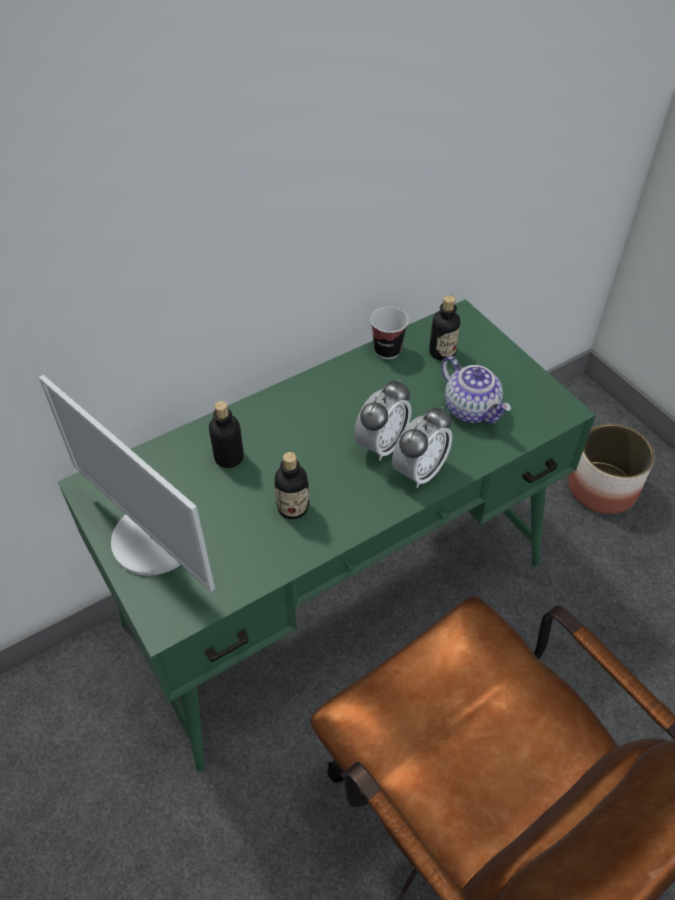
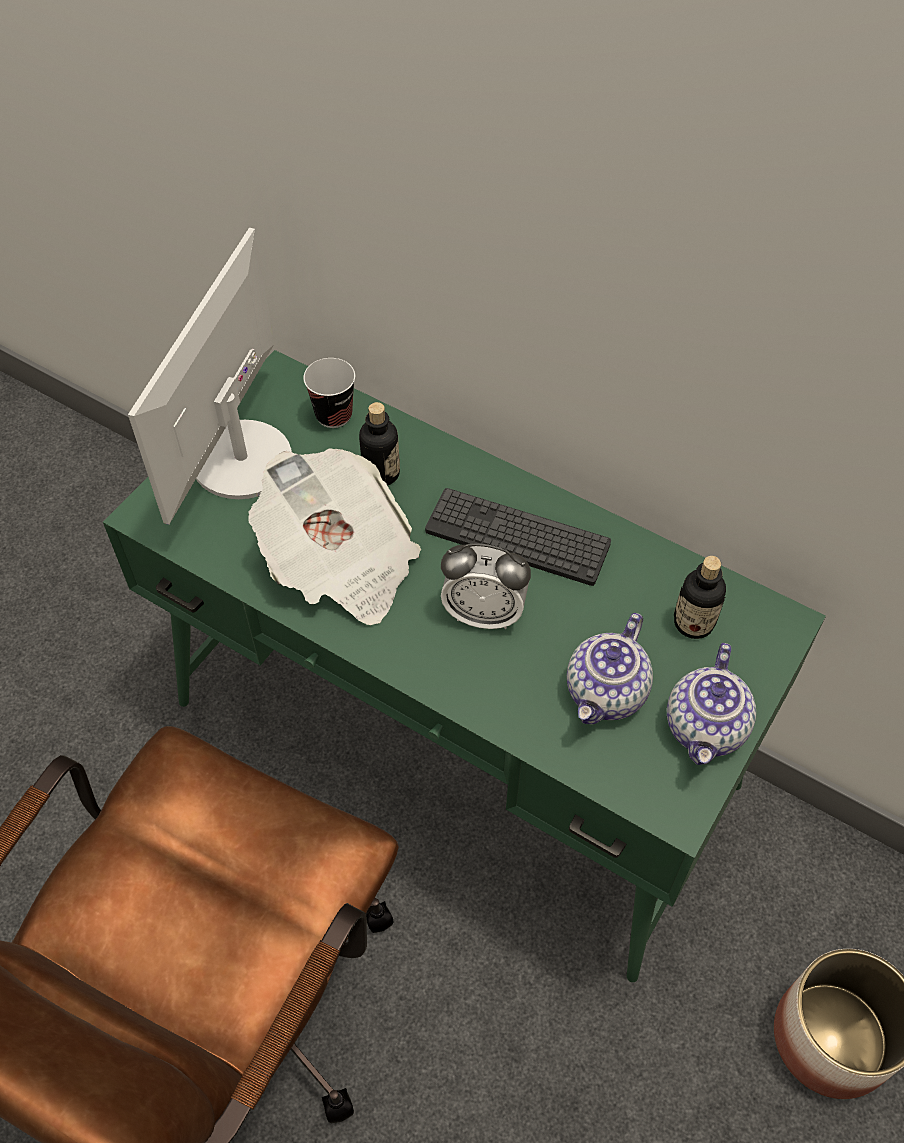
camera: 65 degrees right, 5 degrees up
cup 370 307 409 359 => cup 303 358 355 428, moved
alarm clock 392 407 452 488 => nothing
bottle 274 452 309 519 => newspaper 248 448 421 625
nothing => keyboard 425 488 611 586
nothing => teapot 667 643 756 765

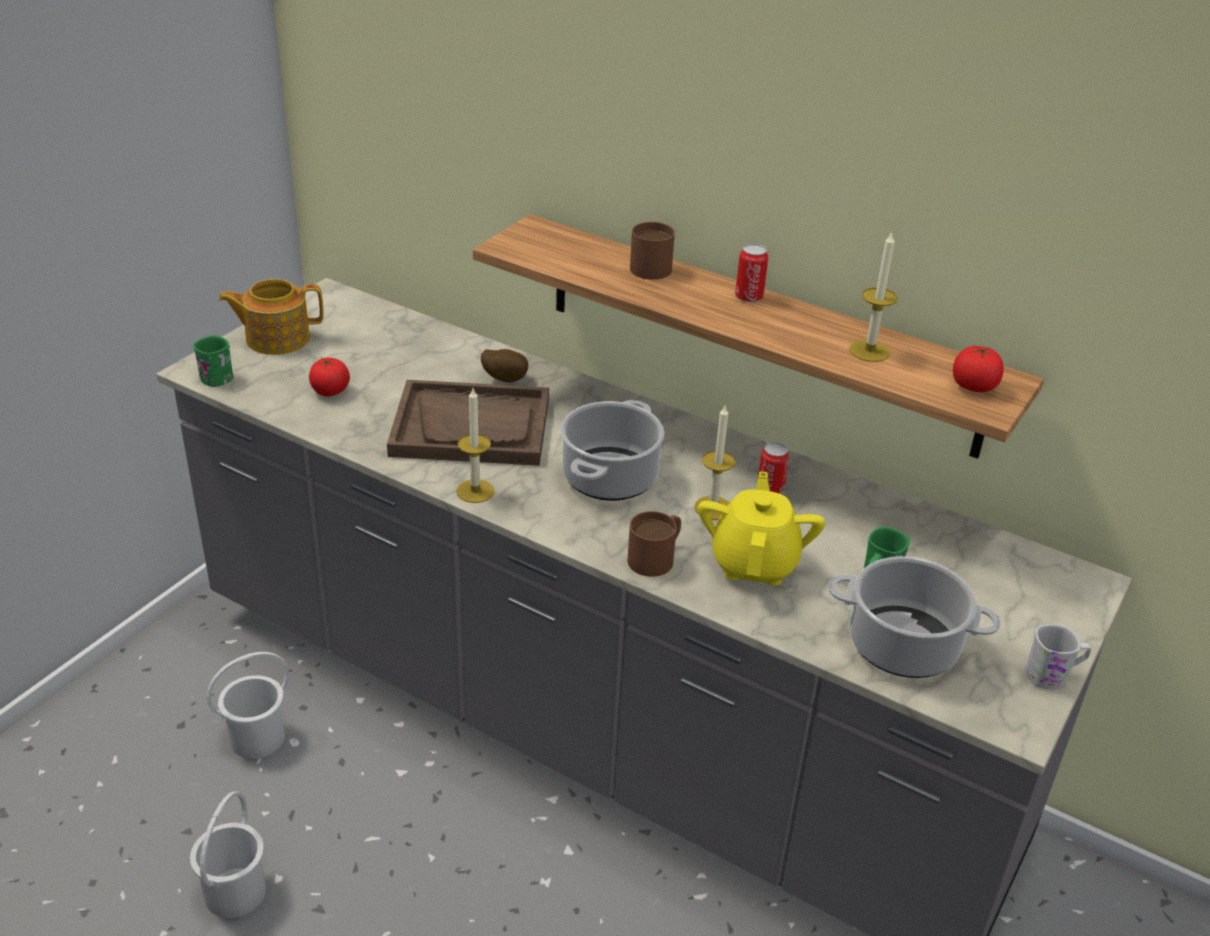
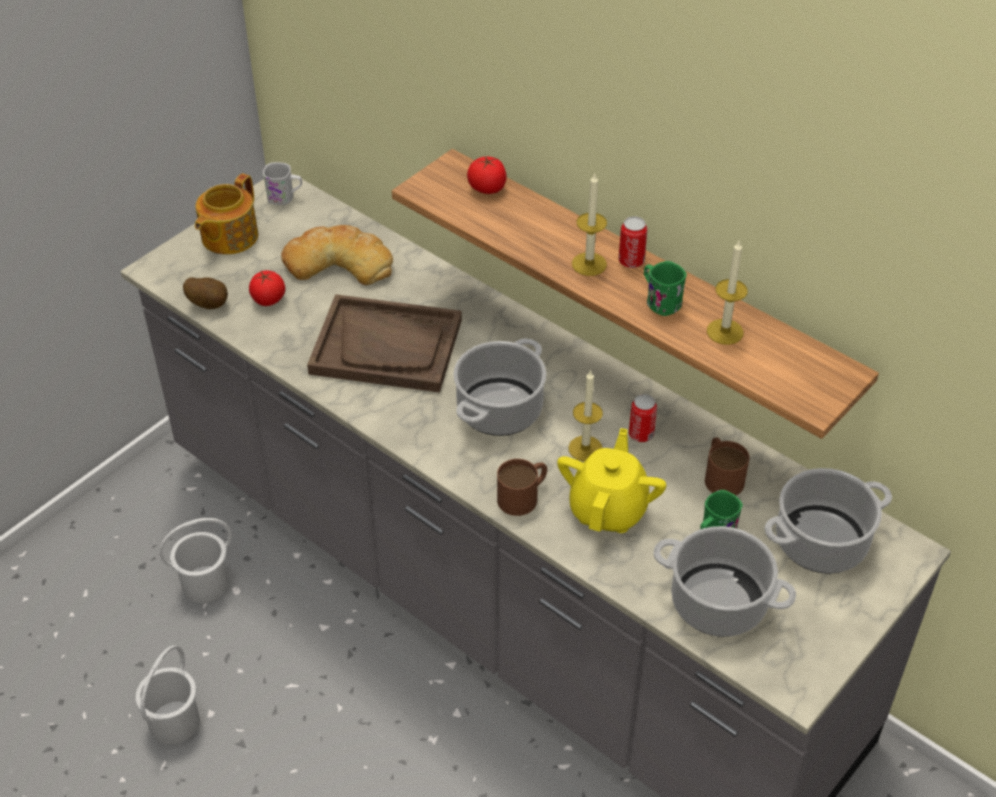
camera: 10 degrees right, 10 degrees up
brown mug 630 222 675 280 => brown mug 705 437 750 495, moved
teapot 218 279 324 355 => teapot 195 174 258 255, 60 degrees counterclockwise
green mug 193 335 234 387 => green mug 644 261 687 316, moved
tomato 953 345 1004 392 => tomato 467 156 506 194, moved
potato 481 349 528 383 => potato 183 277 228 309, moved
candle 456 388 495 503 => candle 572 173 607 276, moved
white mug 1025 624 1091 689 => white mug 263 162 302 205, moved
nothing => bread 281 225 393 285
nothing => cooking pot 765 468 892 574

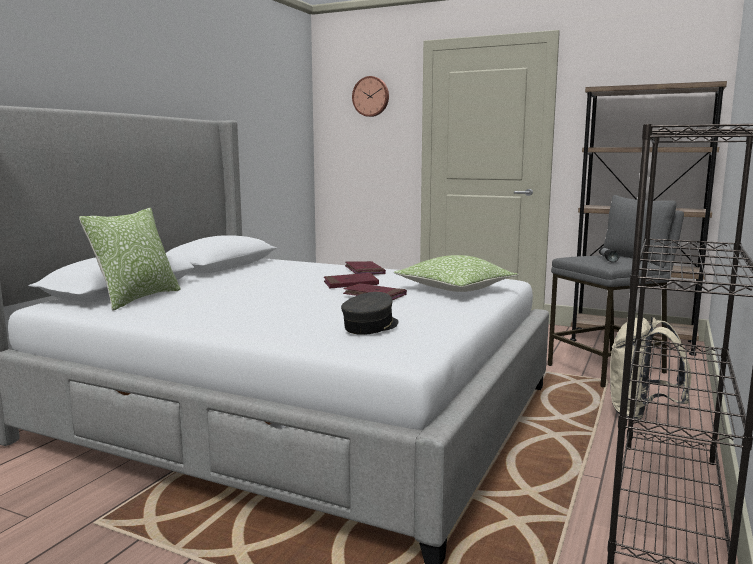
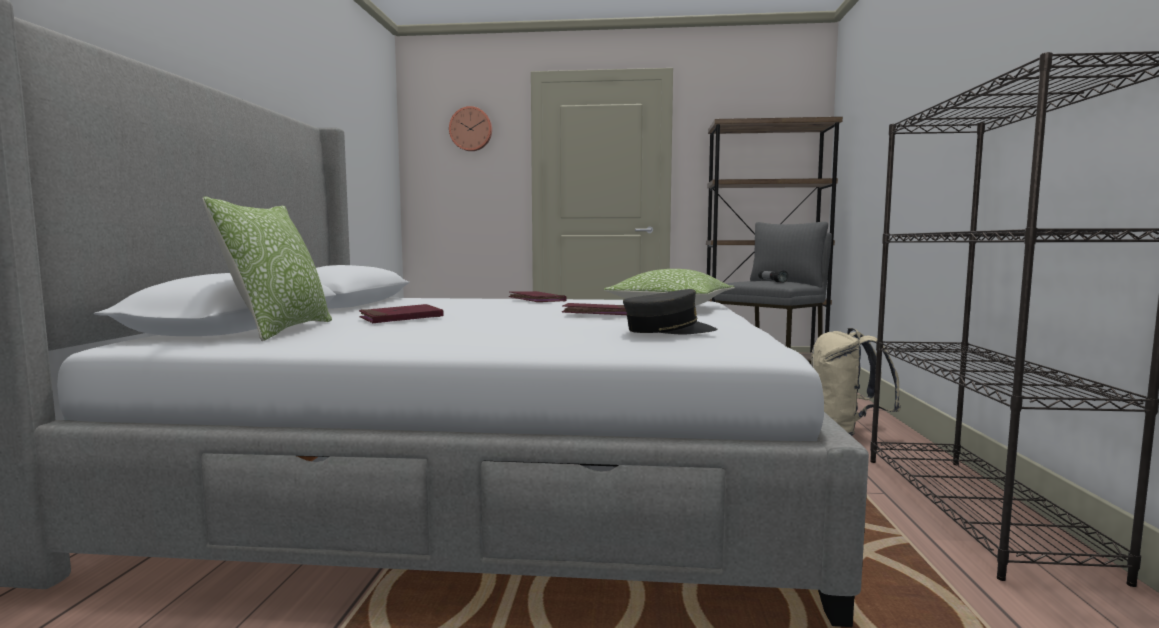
camera: 20 degrees left, 5 degrees down
red book 324 273 379 288 => red book 359 304 444 323, moved
grey cap 341 292 398 335 => grey cap 623 289 718 334, 75 degrees clockwise

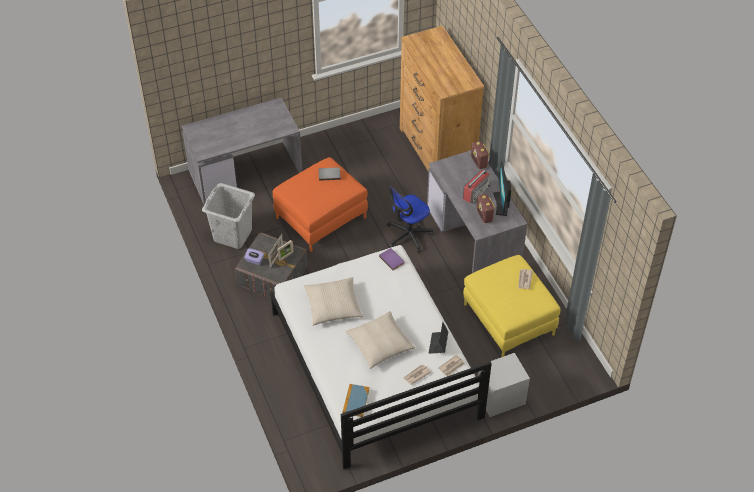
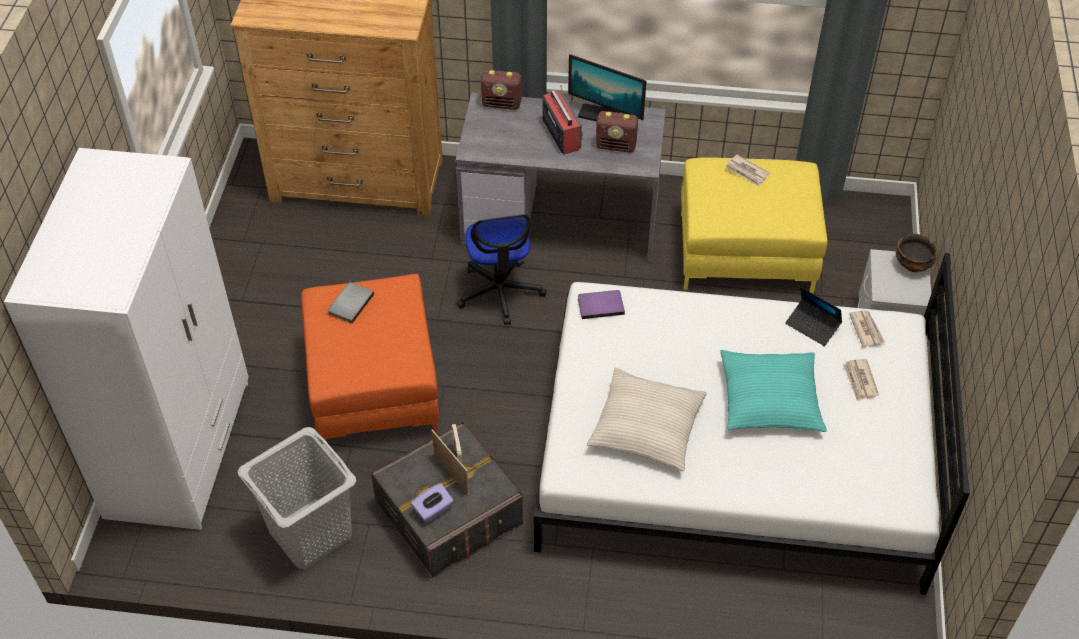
camera: 60 degrees left, 0 degrees up
grey desk 182 97 302 204 => white wardrobe 4 148 249 530
beige pillow 345 311 415 369 => turquoise pillow 720 350 827 432
book 342 384 369 417 => nothing
nothing => bowl 896 234 938 272

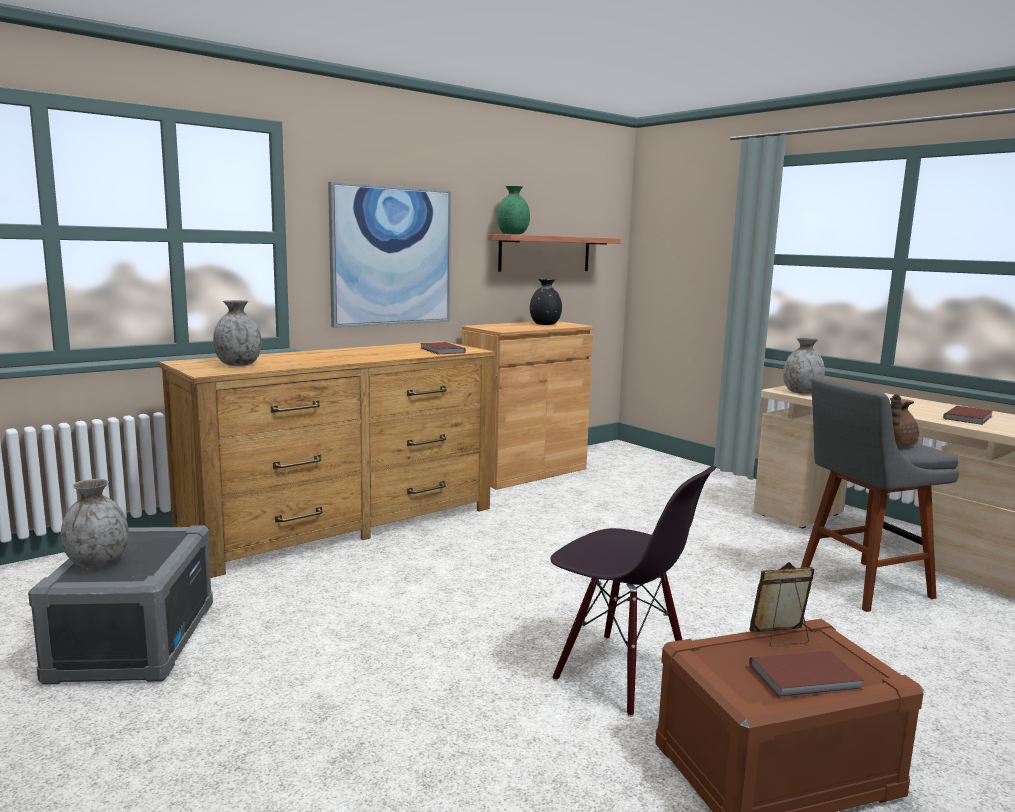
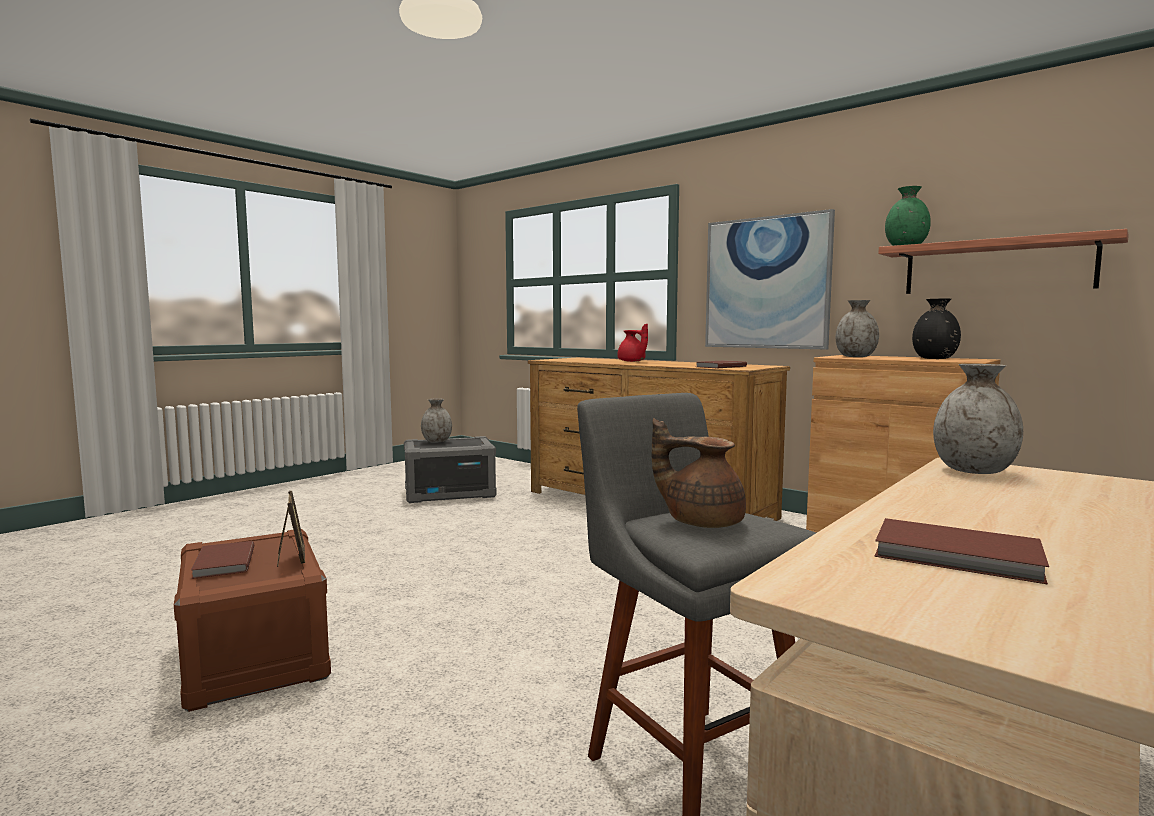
camera: 80 degrees right, 5 degrees down
grey vase 213 300 262 366 => grey vase 836 300 879 357, moved
black chair 550 466 716 717 => nothing
nothing => red teapot 617 324 648 362

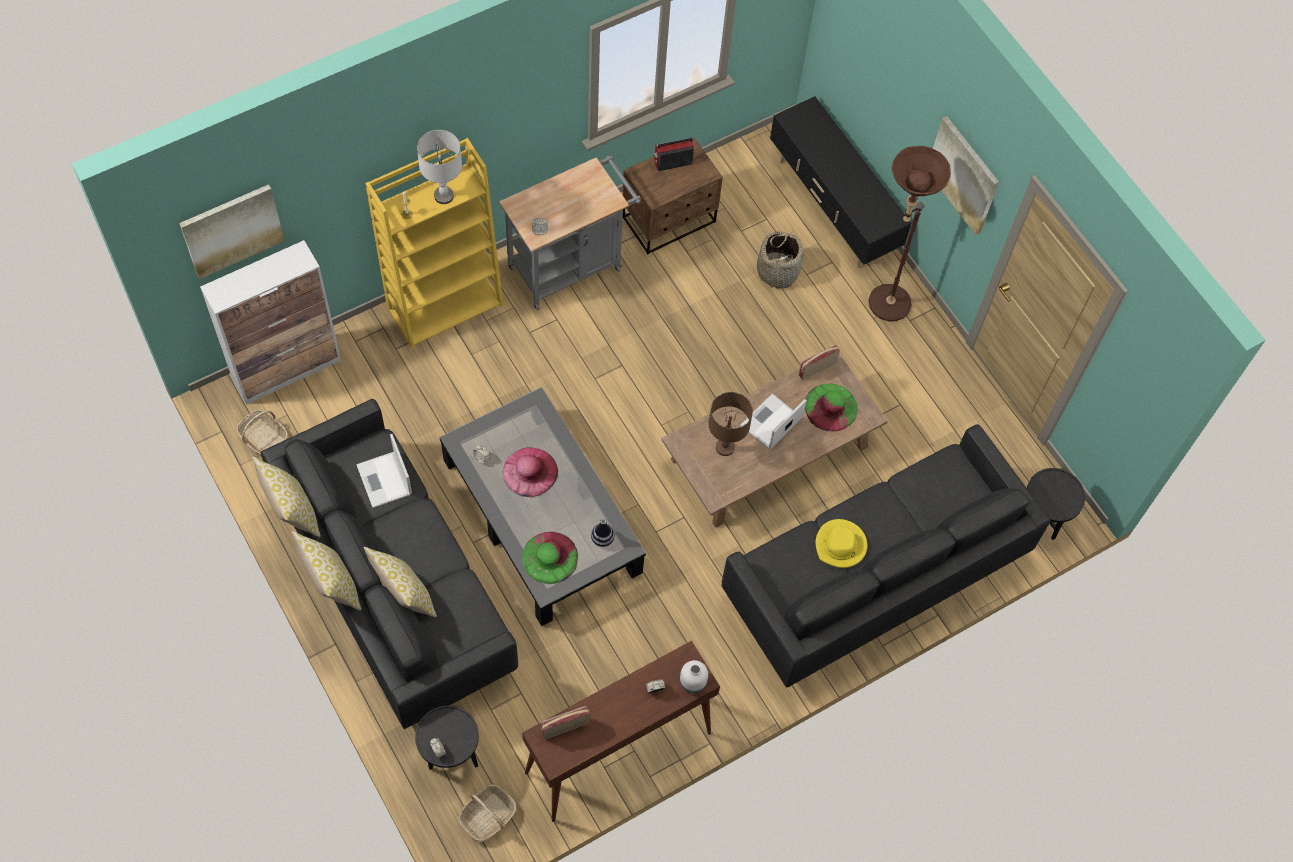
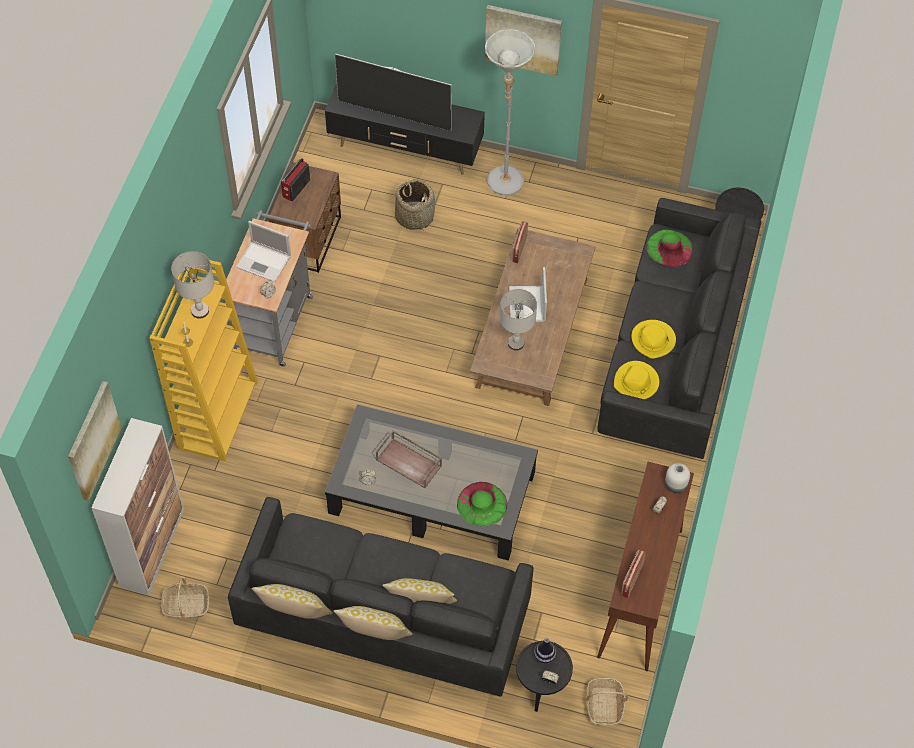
camera: 40 degrees left, 5 degrees down
brown floor lamp 868 146 951 322 => grey floor lamp 485 29 535 196
green hat 805 384 858 432 => green hat 646 230 693 268, moved
brown table lamp 708 392 753 456 => grey table lamp 500 289 537 351
laptop 356 434 412 508 => laptop 236 221 291 282, moved
pink hat 502 447 558 497 => brown tray 376 430 442 488
vase 591 519 615 547 => vase 534 637 556 664, moved
nothing => television 335 54 452 131
nothing => yellow hat 614 361 659 399

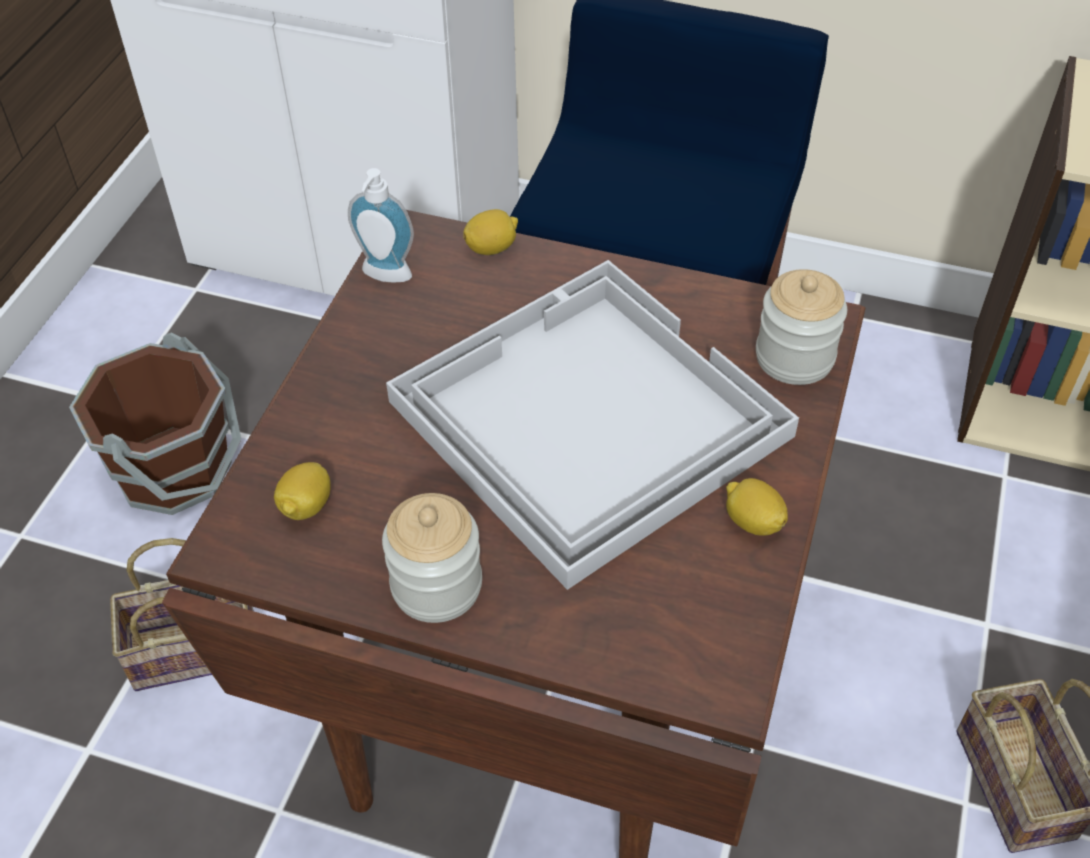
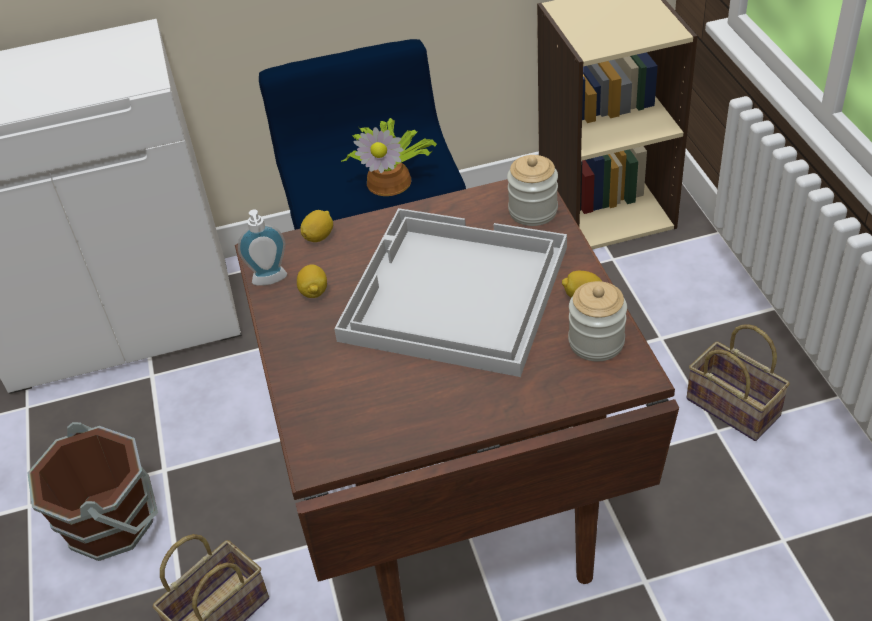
camera: 30 degrees left, 5 degrees down
lemon 274 462 331 520 => lemon 297 264 327 298, moved
jar 382 493 482 623 => jar 568 281 627 361, moved
nothing => potted plant 341 118 437 196

